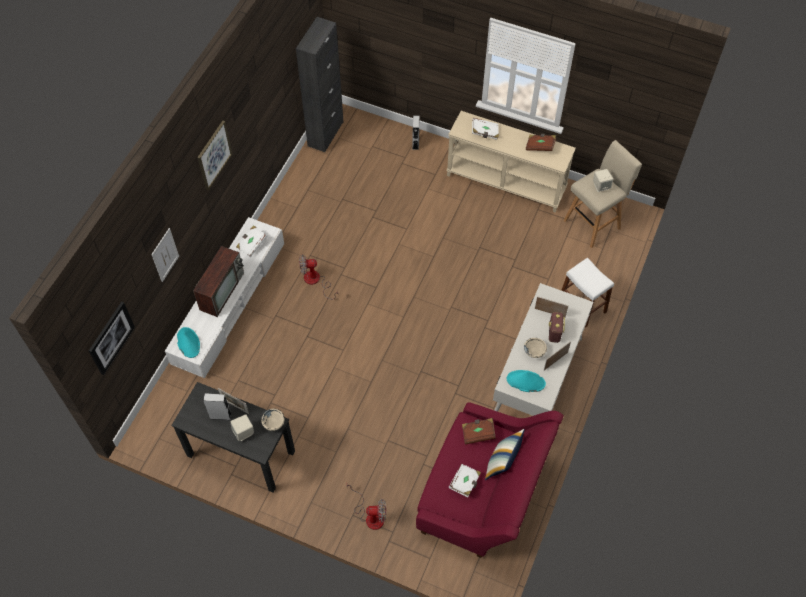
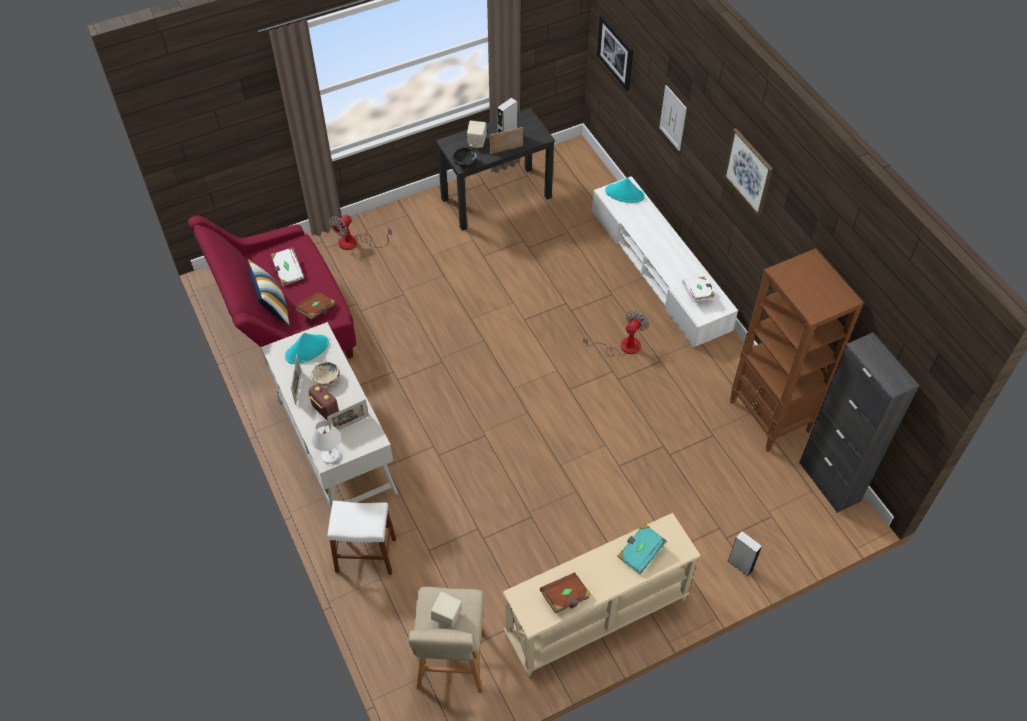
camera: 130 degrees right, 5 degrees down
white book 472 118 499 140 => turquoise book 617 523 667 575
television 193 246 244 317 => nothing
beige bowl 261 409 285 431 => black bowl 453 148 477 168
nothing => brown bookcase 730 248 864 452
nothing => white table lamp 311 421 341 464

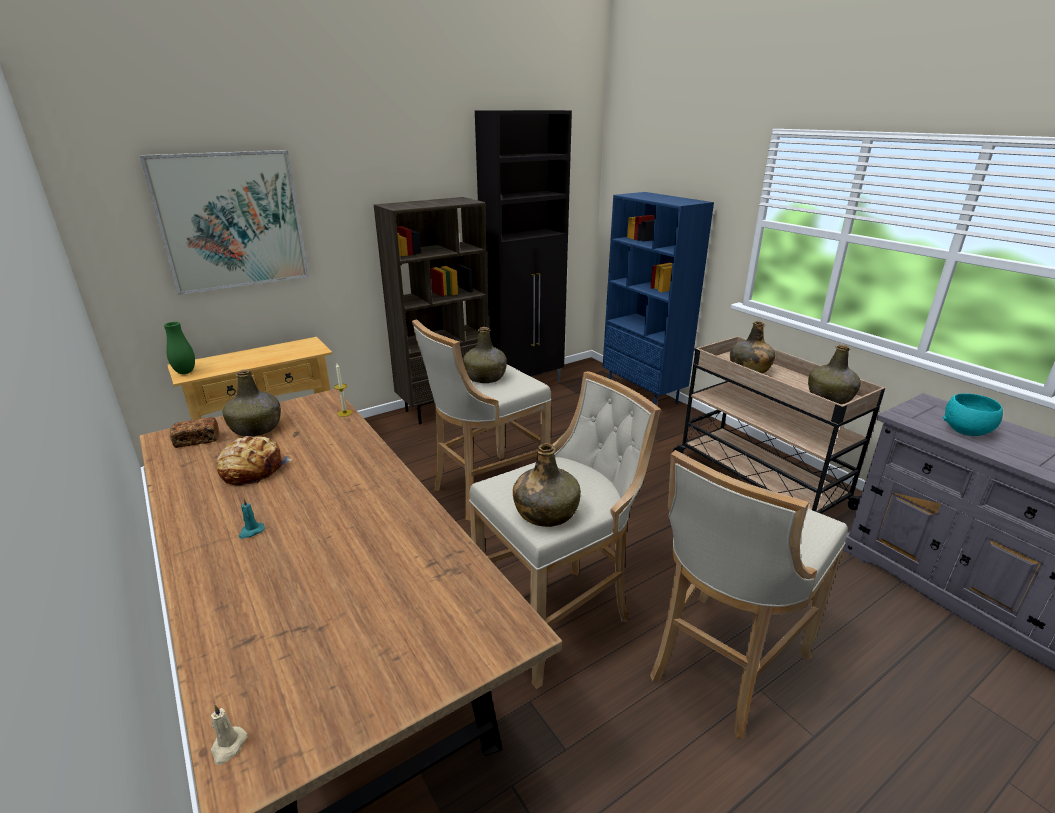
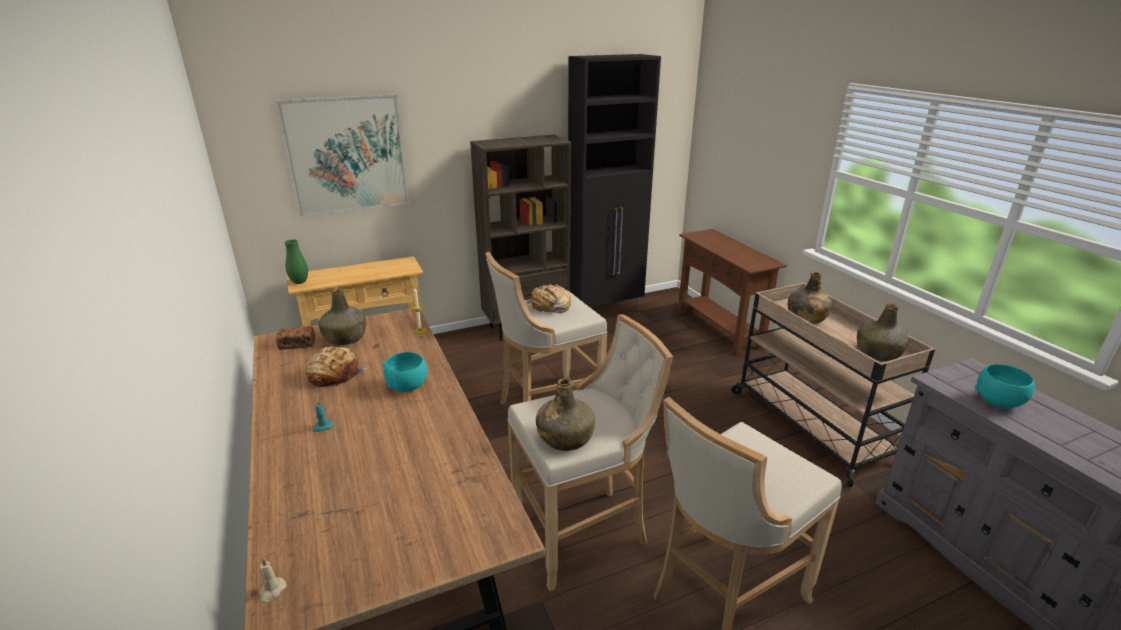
camera: 10 degrees right, 0 degrees up
blue bookcase 603 192 714 405 => brown console table 678 229 787 356
green bottle 463 327 507 383 => bread 526 284 571 313
nothing => turquoise bowl 383 352 427 392

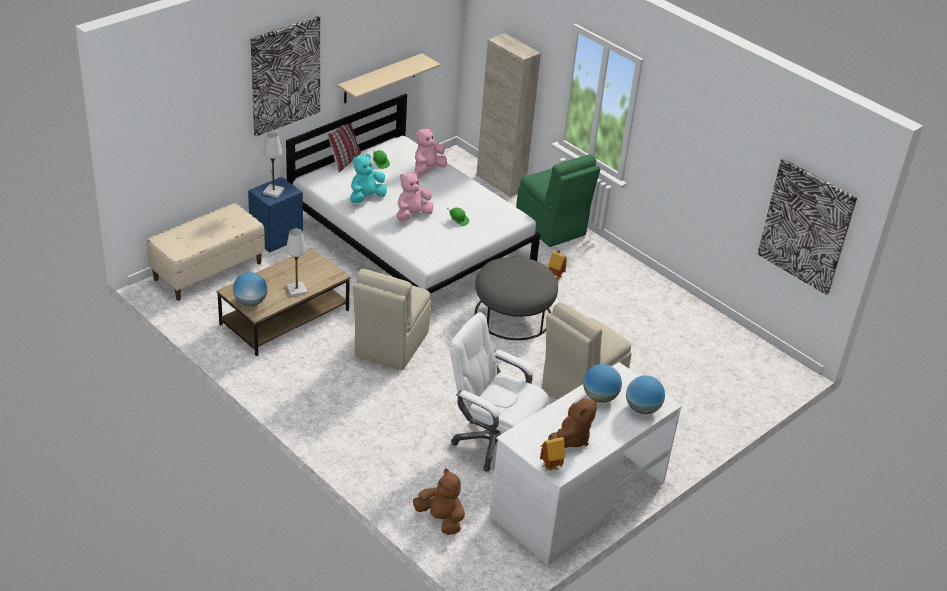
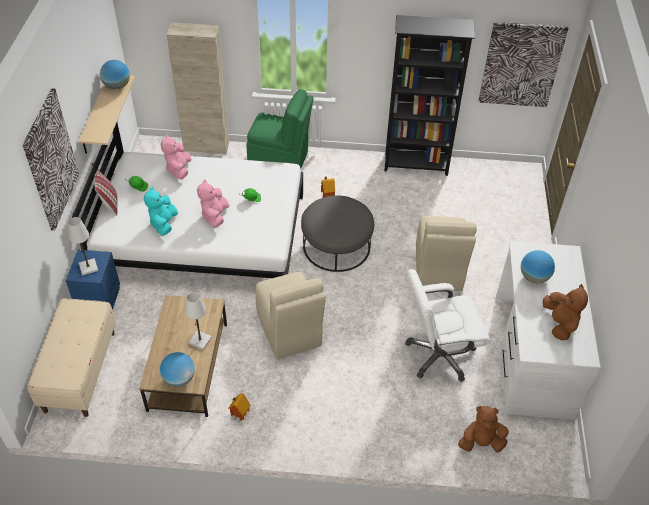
camera: 40 degrees left, 10 degrees up
globe 626 375 665 414 => globe 100 60 130 89, moved
toy house 540 435 565 471 => toy house 228 393 251 422, moved
nothing => black bookcase 384 15 475 176

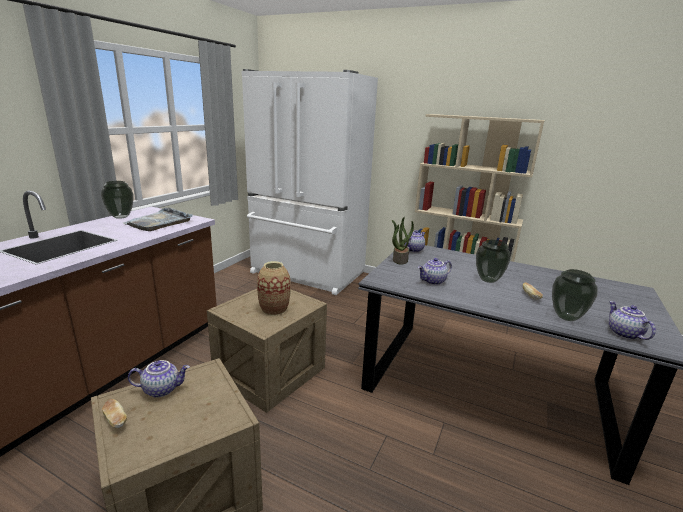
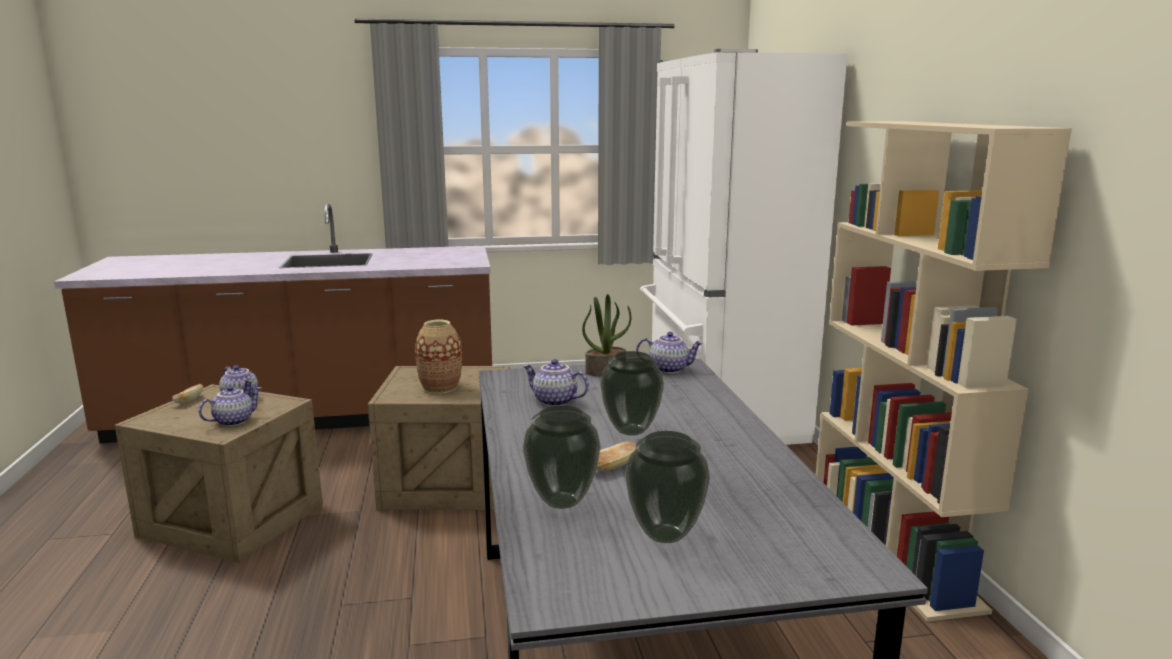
camera: 55 degrees right, 5 degrees down
vase 101 181 133 219 => vase 625 431 710 543, moved
grey tray 123 208 193 231 => nothing
teapot 609 301 656 340 => teapot 199 386 261 426, moved

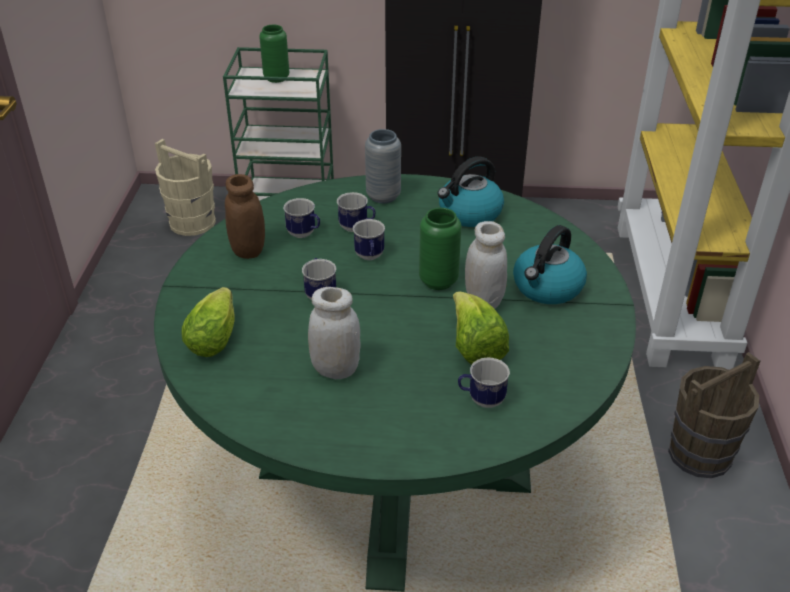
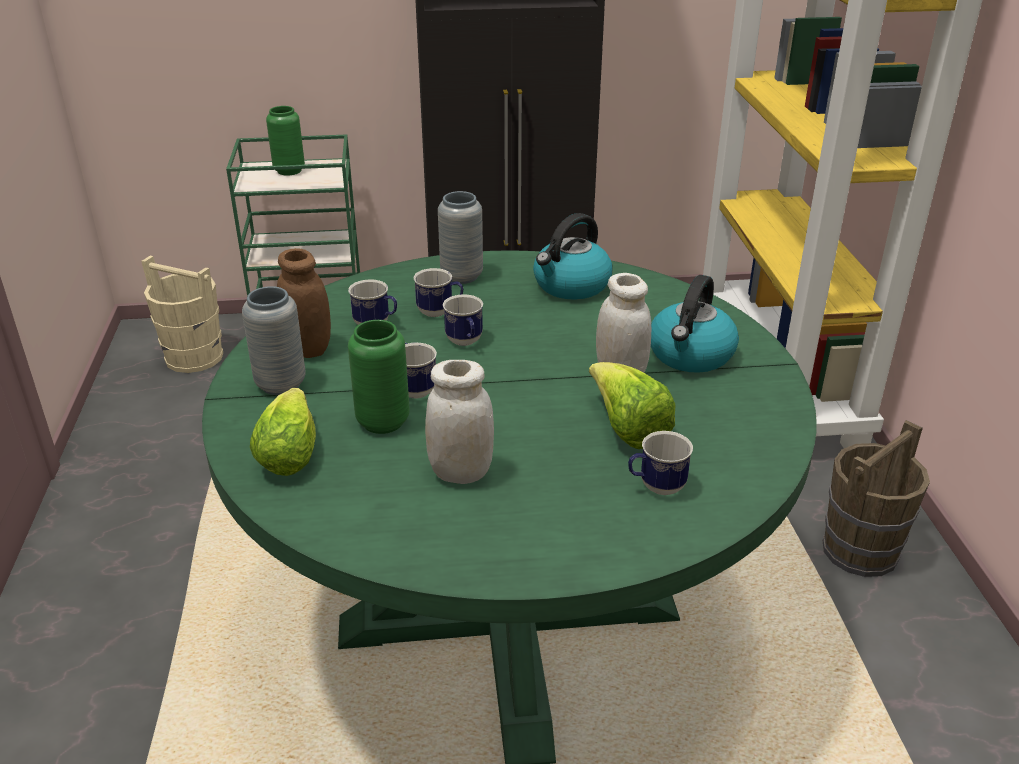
camera: 10 degrees left, 5 degrees down
green vase 419 208 461 290 => green vase 348 320 410 434, moved
nothing => grey vase 242 286 306 395

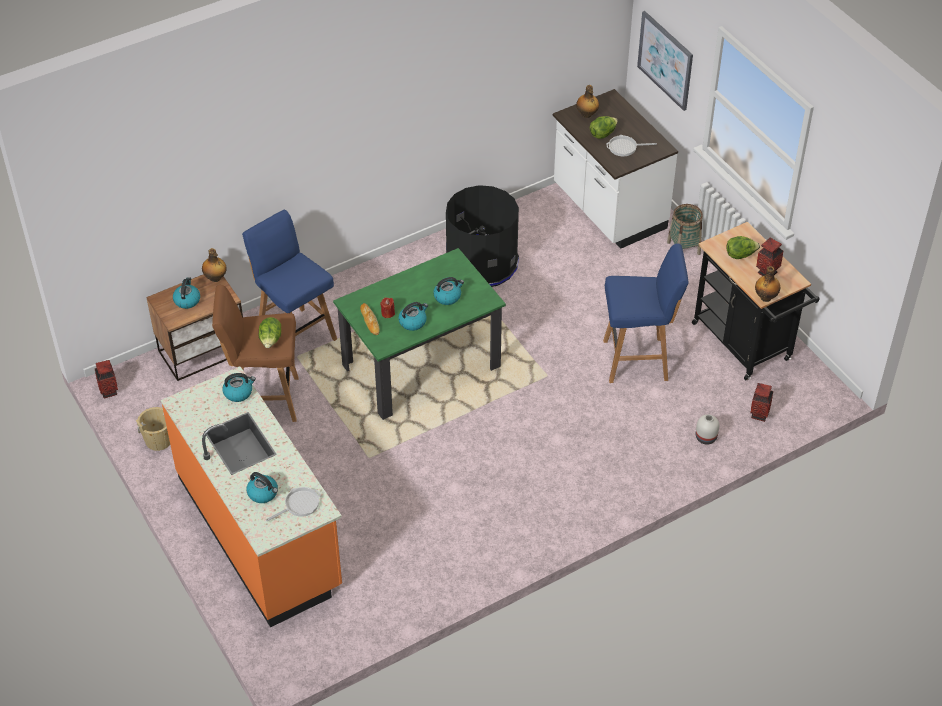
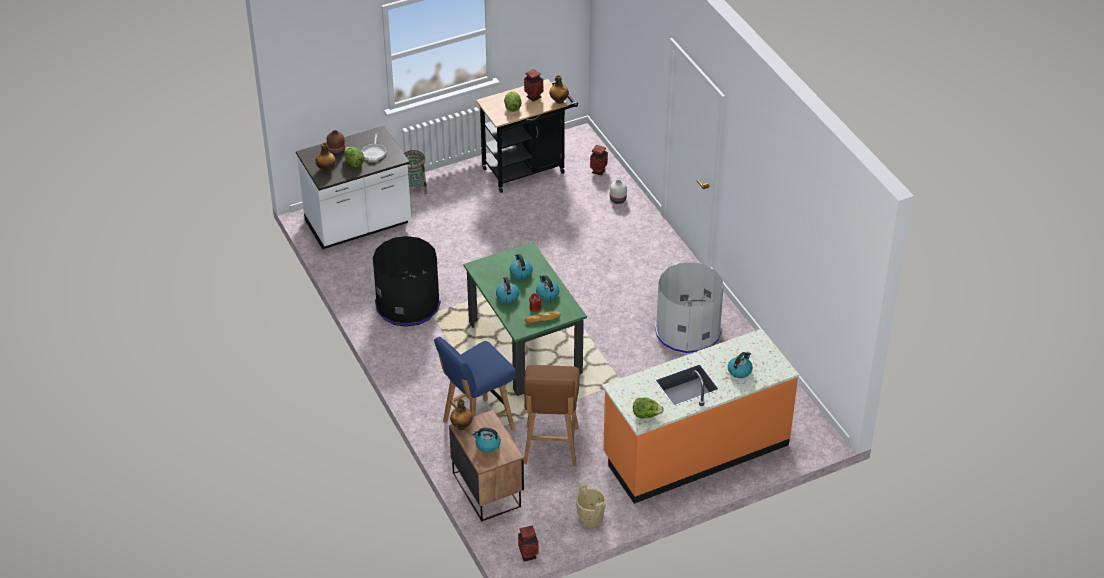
camera: 85 degrees left, 5 degrees down
picture 637 11 693 111 => nothing
blue stool 603 243 688 383 => nothing
lettuce 258 317 281 348 => lettuce 633 398 664 419, moved
kettle 222 373 256 402 => kettle 496 277 519 303, moved
frying pan 266 487 321 521 => nothing
nothing => brown vase 327 130 345 156
nothing => grey trash can 655 262 724 354

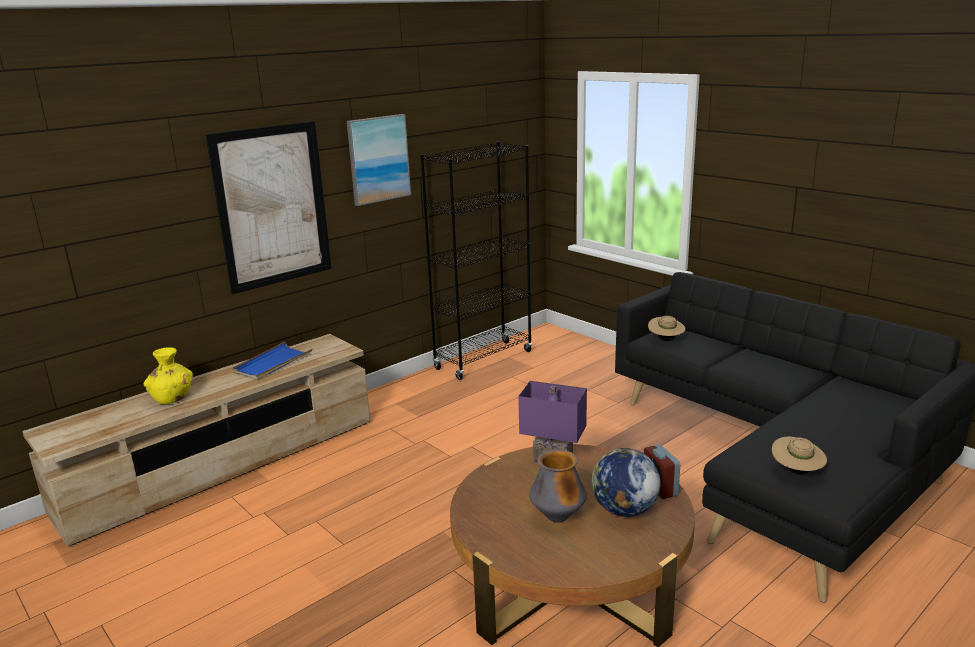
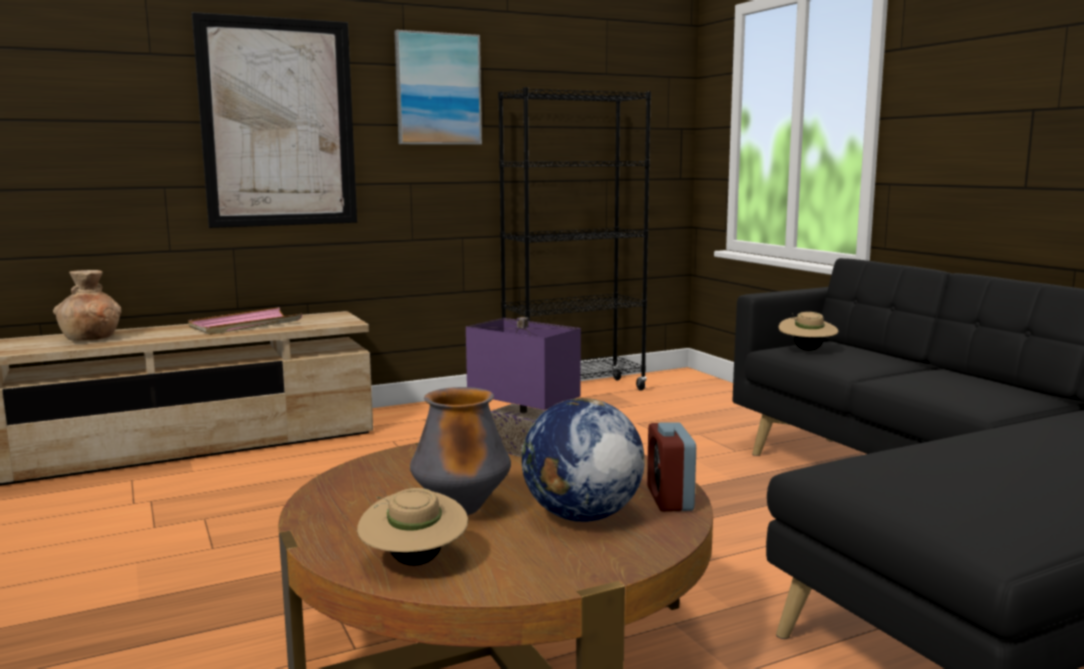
camera: 15 degrees right, 10 degrees down
blue tray 232 342 312 380 => pink tray 188 307 302 335
yellow vase 144 347 193 404 => brown vase 53 270 121 341
beige hat 772 437 827 474 => beige hat 357 488 468 566, moved

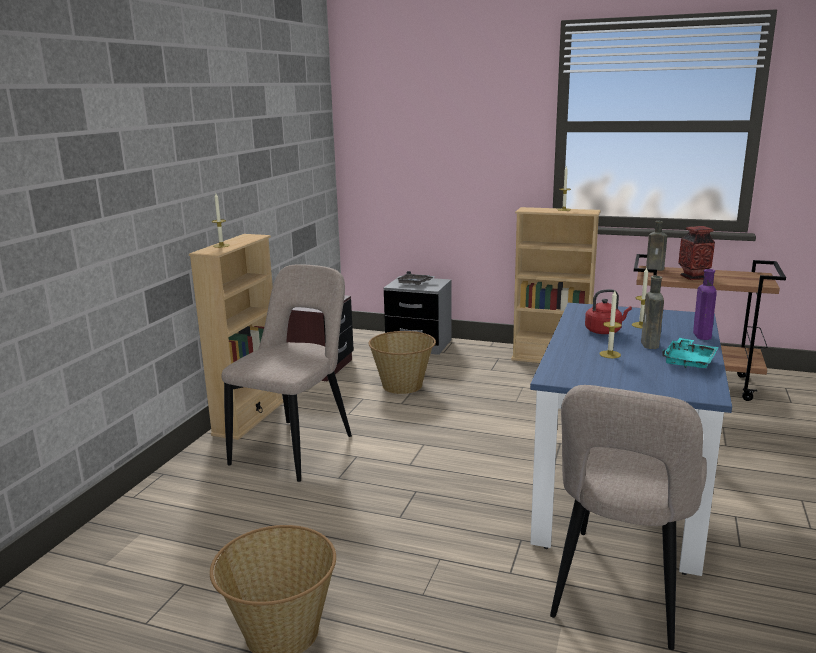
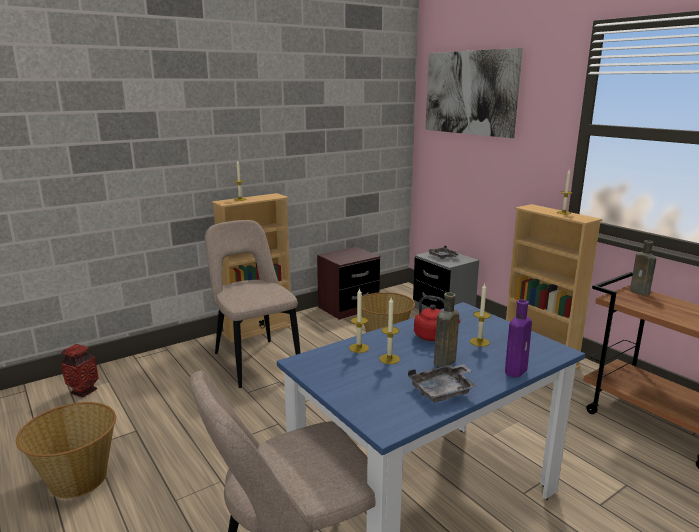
camera: 35 degrees right, 0 degrees up
vase 678 226 715 280 => vase 61 344 99 397, moved
beige chair 221 264 352 482 => beige chair 205 220 301 388, 90 degrees counterclockwise
turquoise tray 662 338 719 368 => grey tray 408 364 477 403
nothing => picture 425 48 523 138
nothing => candle 349 288 369 353

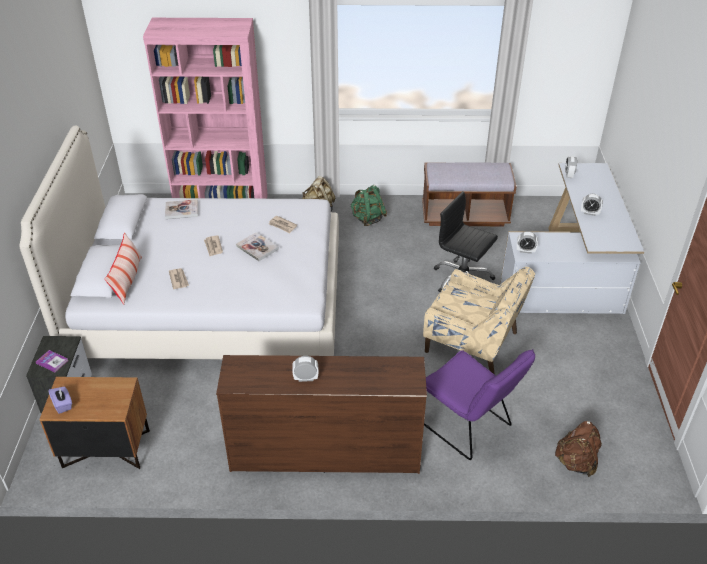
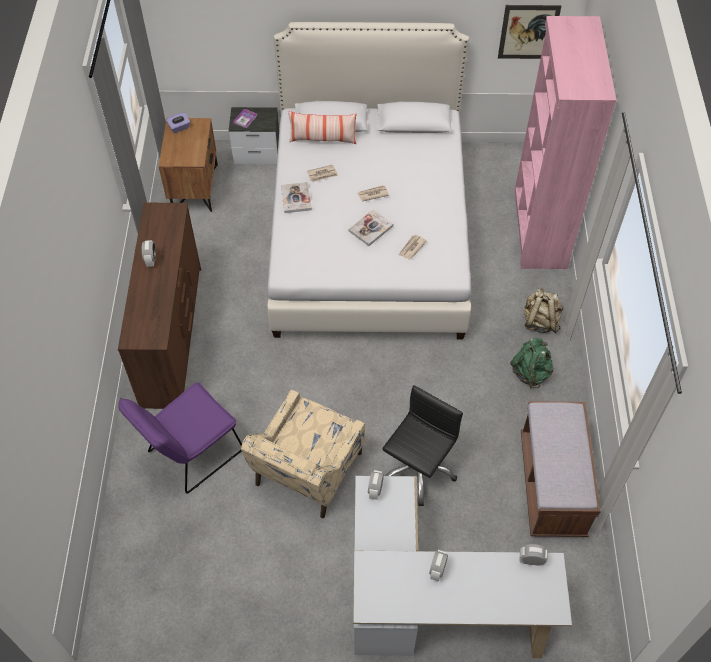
camera: 90 degrees right, 15 degrees up
book 165 199 198 219 => book 281 182 312 213, moved
brown backpack 555 421 602 477 => nothing
nothing => picture 498 5 561 59

